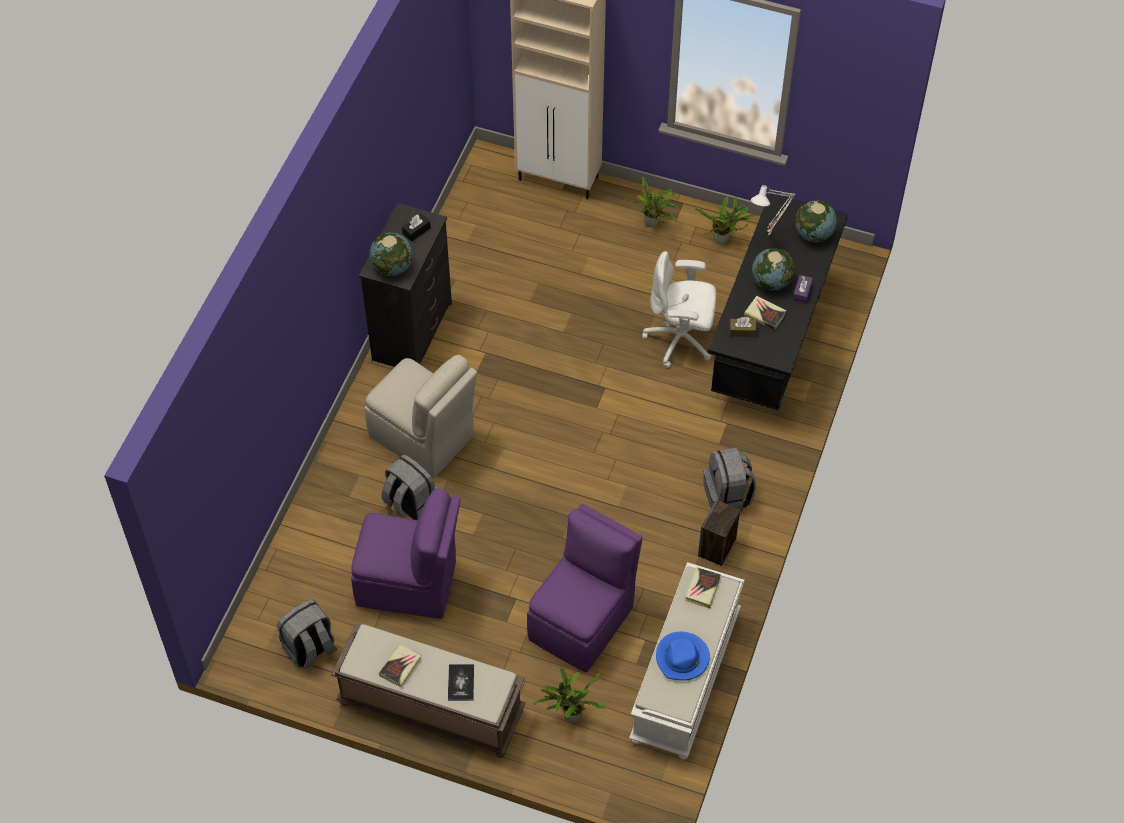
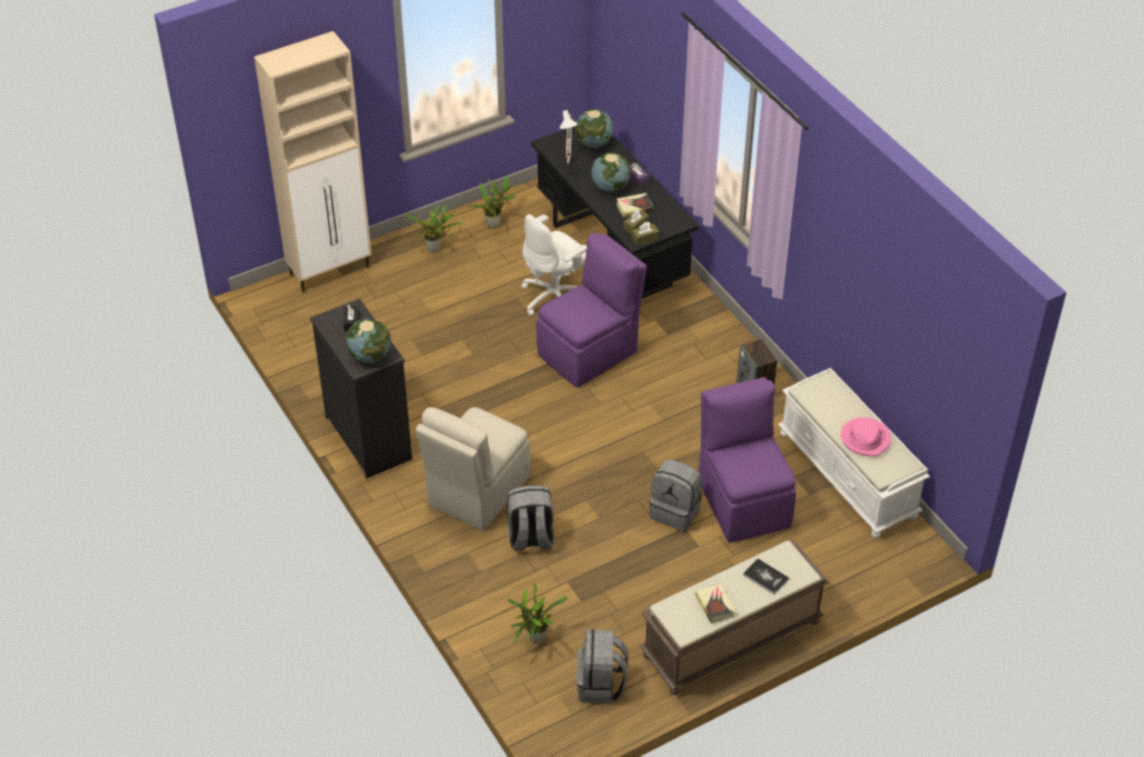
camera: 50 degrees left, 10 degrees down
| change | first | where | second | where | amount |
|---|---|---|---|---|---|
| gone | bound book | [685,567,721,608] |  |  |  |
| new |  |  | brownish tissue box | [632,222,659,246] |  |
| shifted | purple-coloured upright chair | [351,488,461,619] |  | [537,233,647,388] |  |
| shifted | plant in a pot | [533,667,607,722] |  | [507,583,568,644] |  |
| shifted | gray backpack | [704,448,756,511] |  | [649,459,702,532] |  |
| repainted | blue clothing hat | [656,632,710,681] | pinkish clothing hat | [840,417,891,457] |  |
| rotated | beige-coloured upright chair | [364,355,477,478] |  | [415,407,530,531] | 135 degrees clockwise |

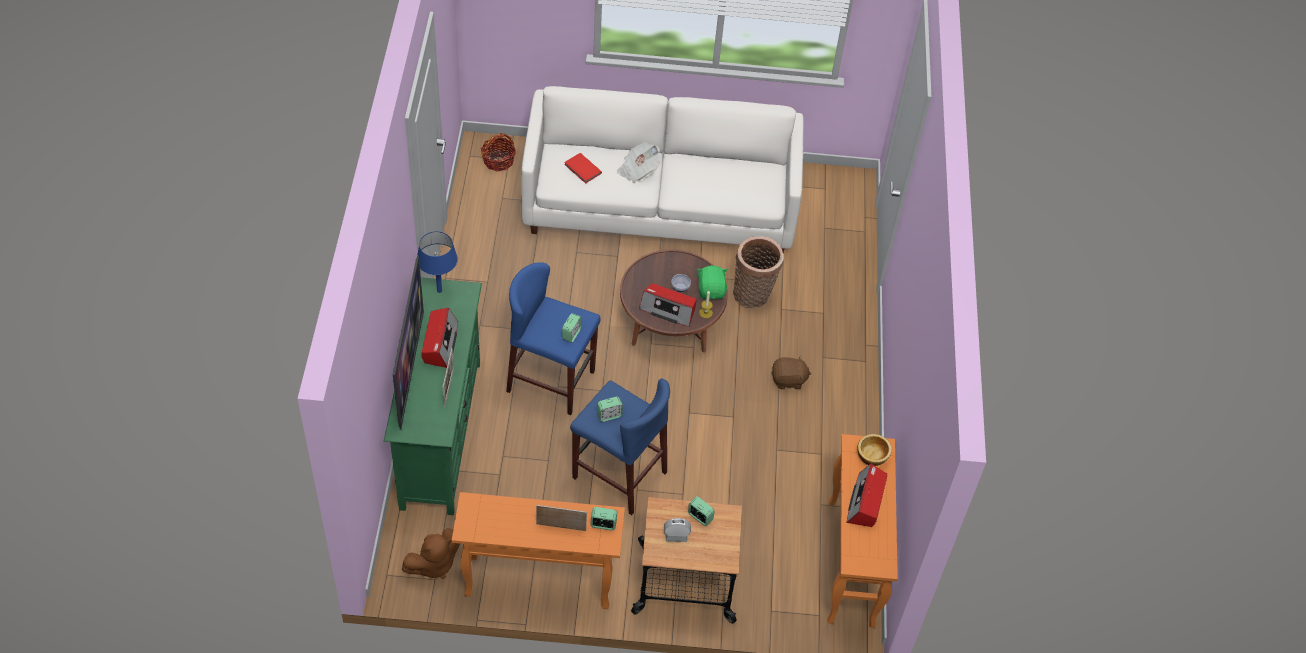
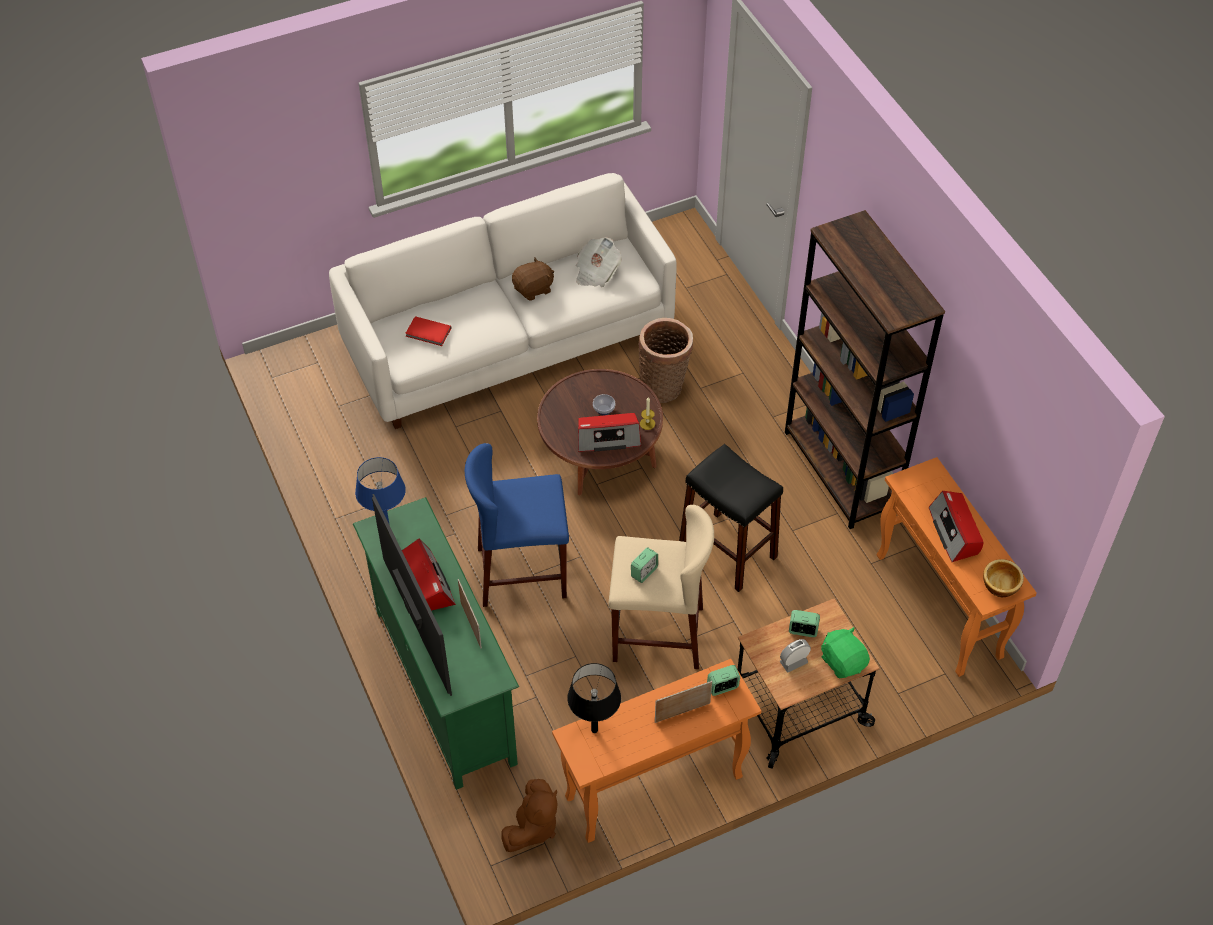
camera: 25 degrees left, 0 degrees up
| change | first | where | second | where | amount |
|---|---|---|---|---|---|
| gone | household basket | [481,133,516,172] |  |  |  |
| gone | bedside clock | [562,313,582,343] |  |  |  |
| new |  |  | black tabletop lamp | [567,663,621,733] |  |
| new |  |  | black sitting stool | [679,444,783,592] |  |
| new |  |  | brownish bookcase | [785,210,945,529] |  |
| shifted | daily paper | [617,142,660,183] |  | [576,237,622,287] |  |
| shifted | greenish cuddly toy | [697,265,728,299] |  | [821,627,870,678] |  |
| shifted | brownish cuddly toy | [771,355,811,389] |  | [512,257,554,301] |  |
| shifted | bowl | [857,434,892,466] |  | [983,559,1024,597] |  |
| repainted | blue sitting stool | [570,379,670,515] | beige-coloured sitting stool | [609,505,714,669] |  |

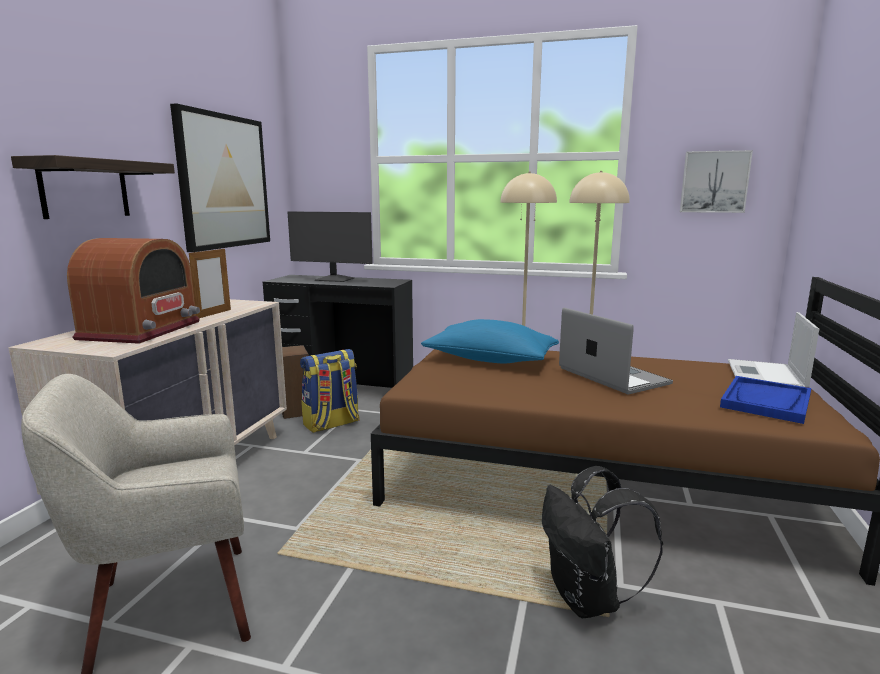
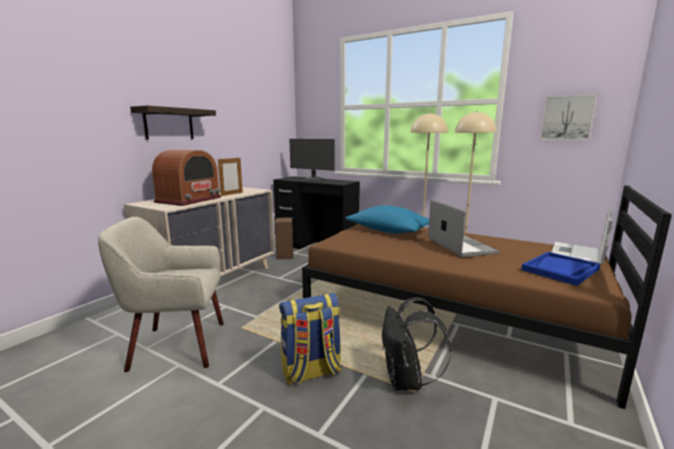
camera: 15 degrees right, 0 degrees up
| change | first | where | second | where | amount |
|---|---|---|---|---|---|
| gone | picture | [170,103,270,252] |  |  |  |
| shifted | backpack | [300,349,360,433] |  | [279,293,342,385] |  |

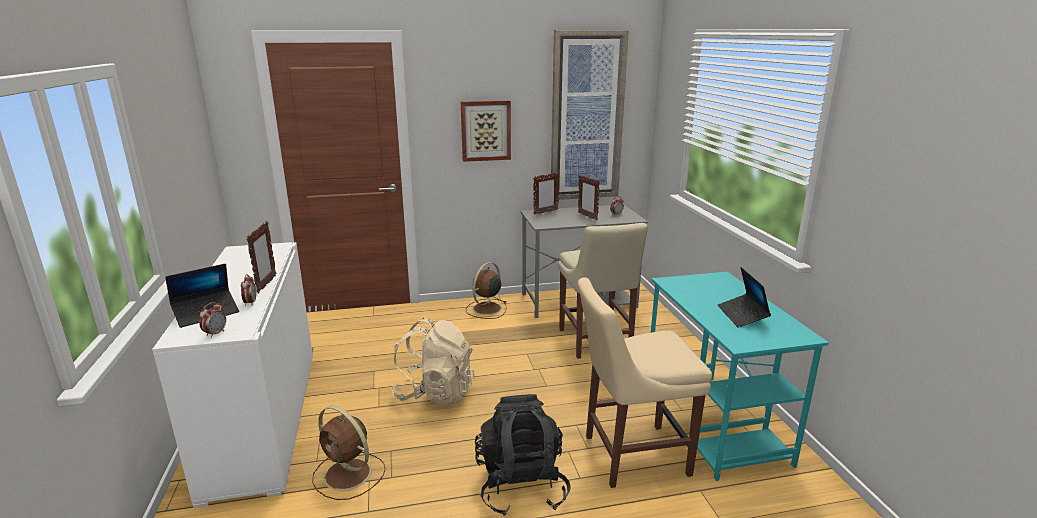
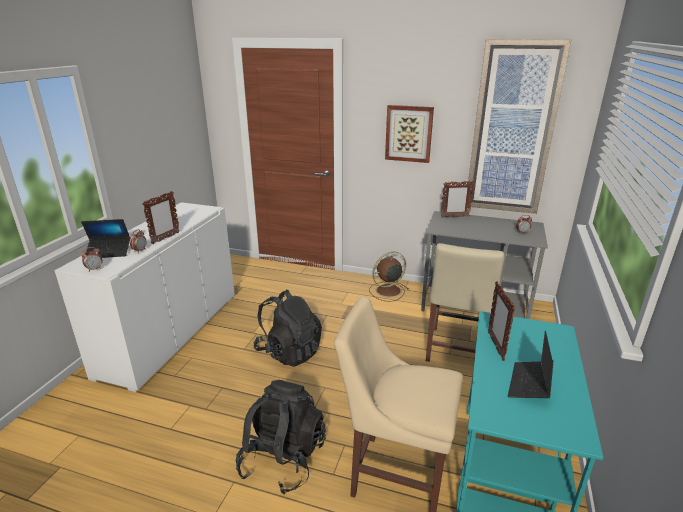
camera: 30 degrees right, 5 degrees up
| change | first | where | second | where | amount |
|---|---|---|---|---|---|
| gone | brownish cooling fan | [312,406,385,500] |  |  |  |
| shifted | standing frame | [578,175,600,220] |  | [488,281,515,361] |  |
| repainted | beige-coloured backpack | [390,318,475,405] | black backpack | [253,290,322,367] |  |

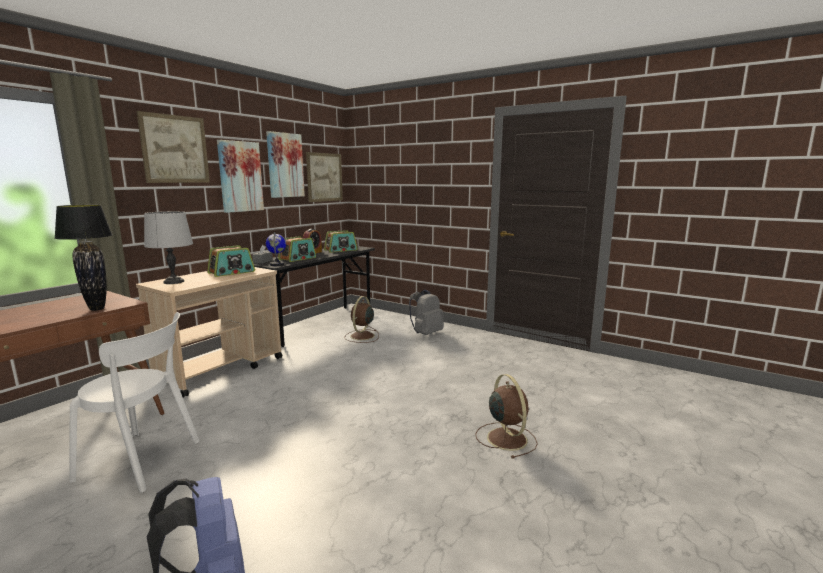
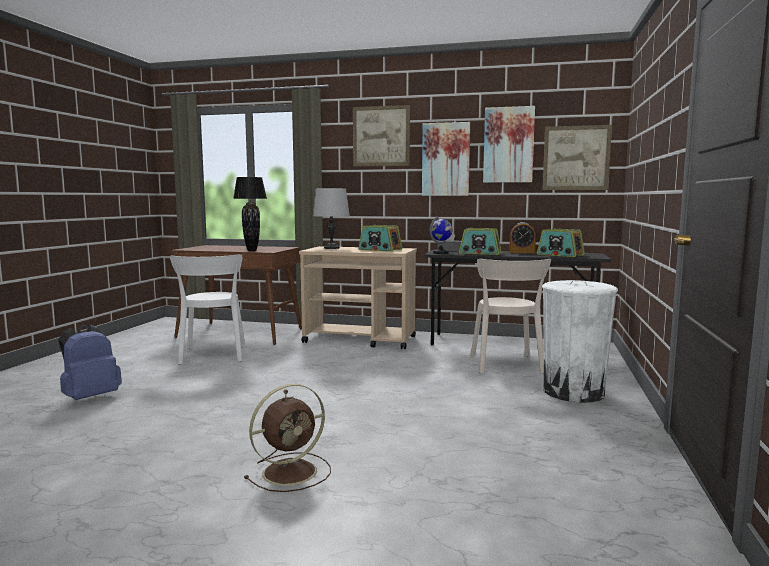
camera: 70 degrees right, 5 degrees down
| change | first | where | second | where | amount |
|---|---|---|---|---|---|
| swapped | brownish cooling fan | [344,296,379,343] | beige-coloured upright chair | [471,259,551,373] |  |
| swapped | gray backpack | [409,290,444,335] | whitish trash can | [542,280,618,403] |  |

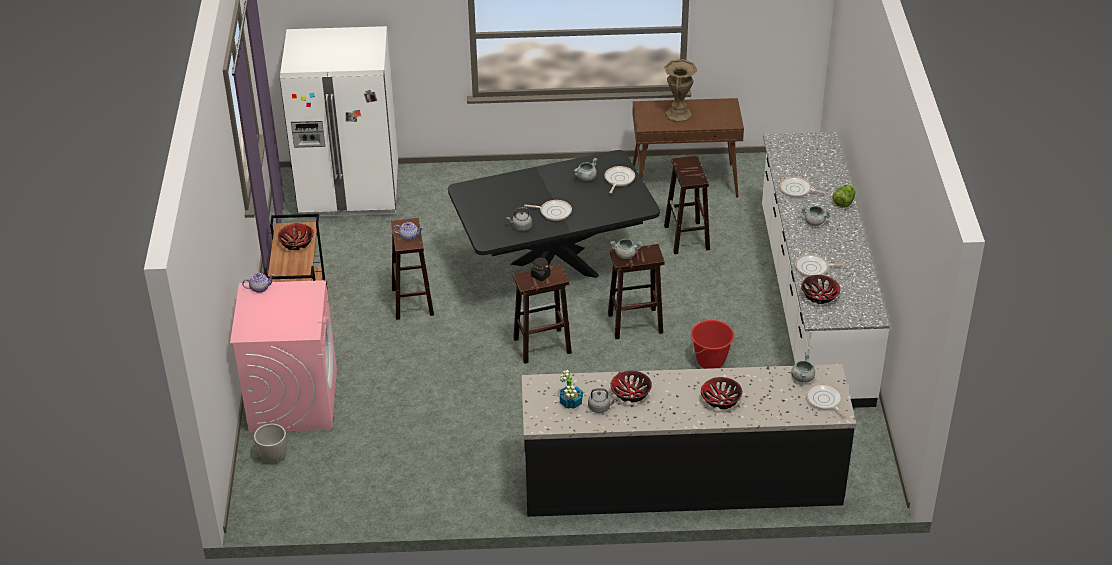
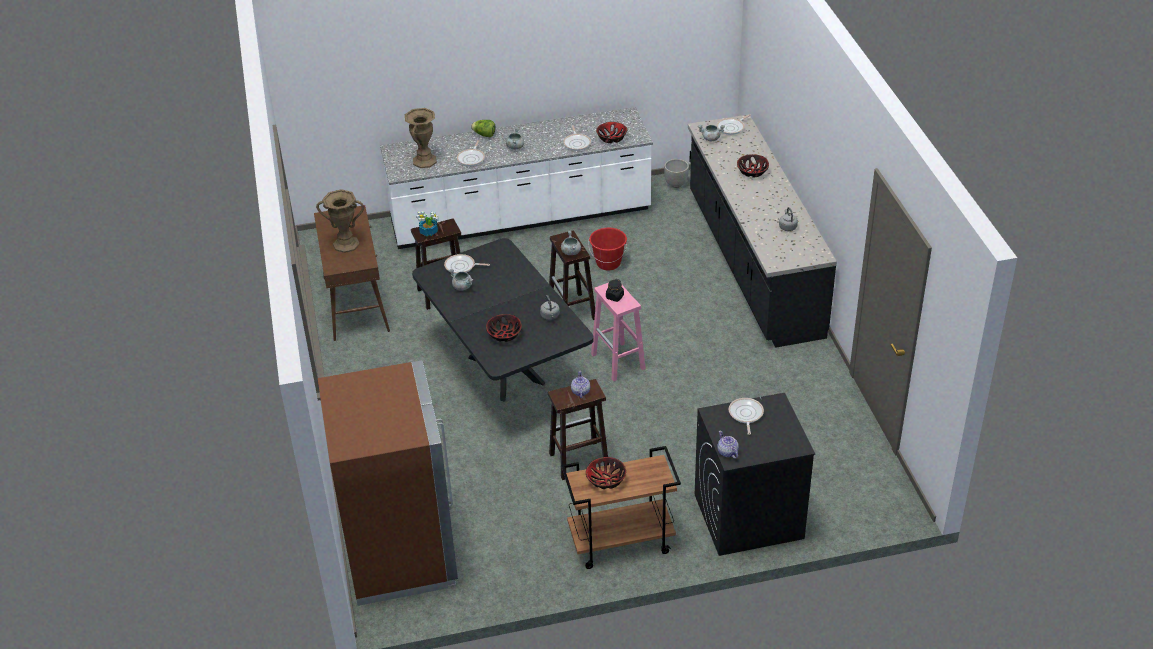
camera: 100 degrees left, 0 degrees up
| change | first | where | second | where | amount |
|---|---|---|---|---|---|
| new |  |  | brownish vase | [405,108,437,168] |  |
| shifted | gray planter | [254,424,287,461] |  | [664,159,689,188] |  |
| shifted | skillet | [524,200,572,221] |  | [729,398,764,435] |  |
| shifted | plant in a pot | [560,370,583,409] |  | [416,211,438,237] |  |
| shifted | bowl | [610,371,652,403] |  | [486,314,522,342] |  |
| repainted | pinkish washing machine | [230,280,337,433] | black washing machine | [695,393,815,556] |  |
| repainted | whitish refrigerator | [280,26,399,218] | brownish refrigerator | [318,360,458,606] |  |
| repainted | brownish sitting stool | [513,264,572,364] | pinkish sitting stool | [591,283,646,381] |  |

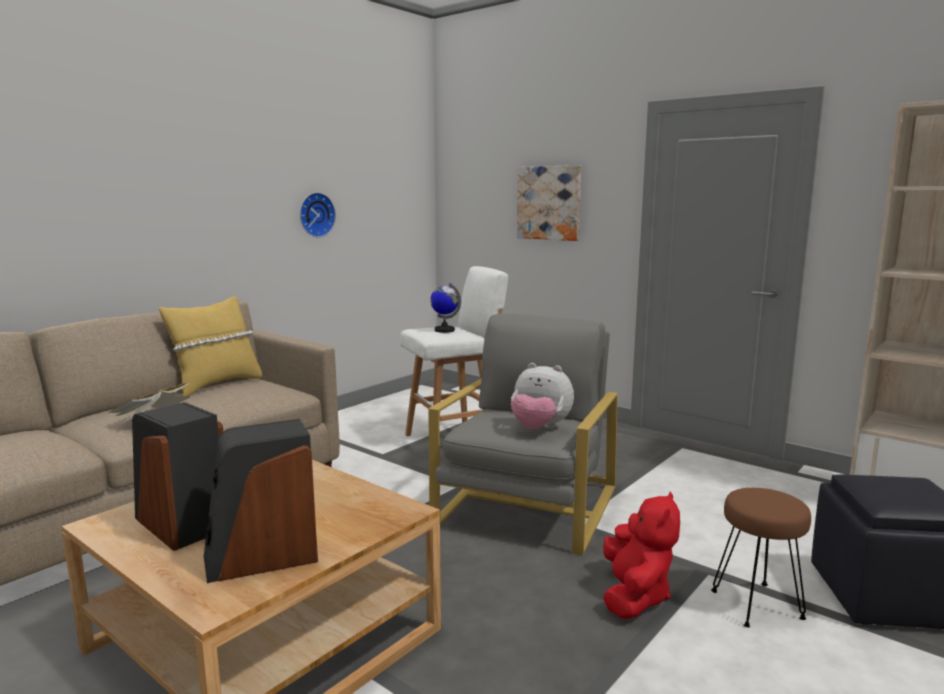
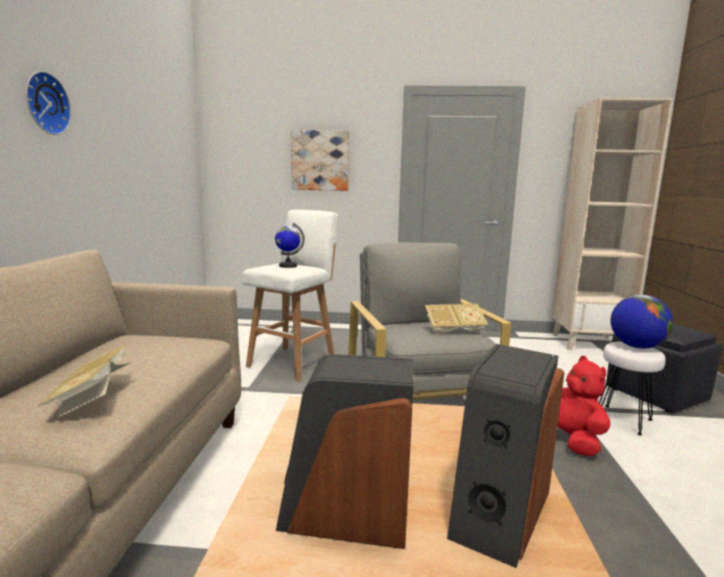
camera: 35 degrees left, 0 degrees up
| change | first | where | second | where | amount |
|---|---|---|---|---|---|
| gone | yellow cushion | [159,296,262,397] |  |  |  |
| new |  |  | world globe | [611,295,674,349] |  |
| shifted | wall clock | [300,192,336,237] |  | [26,71,71,135] |  |
| swapped | cuddly toy | [511,363,574,429] | bound book | [425,304,488,335] |  |
| repainted | brownish sitting stool | [711,488,811,627] | whitish sitting stool | [599,342,666,435] |  |

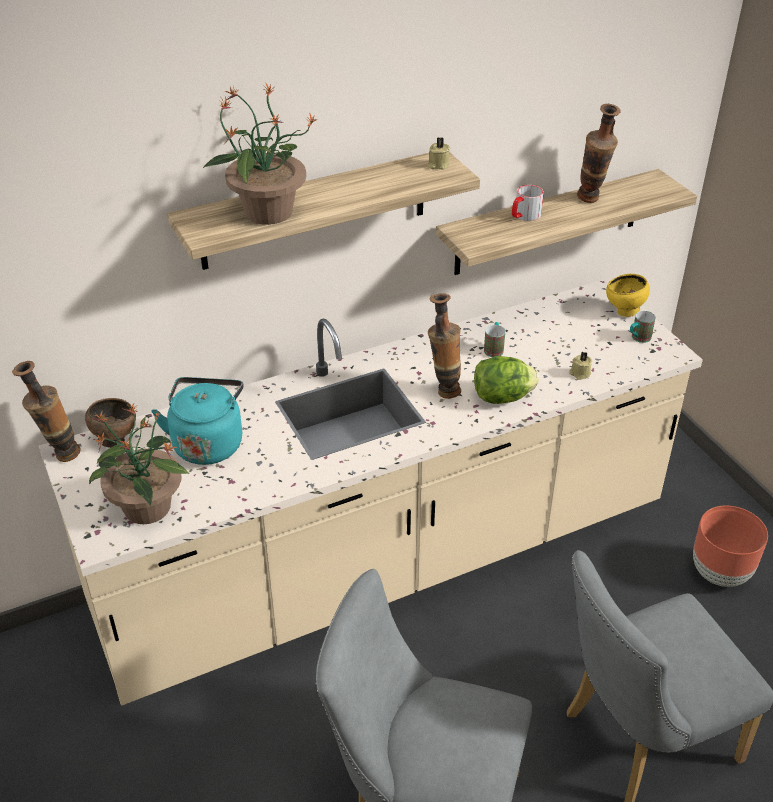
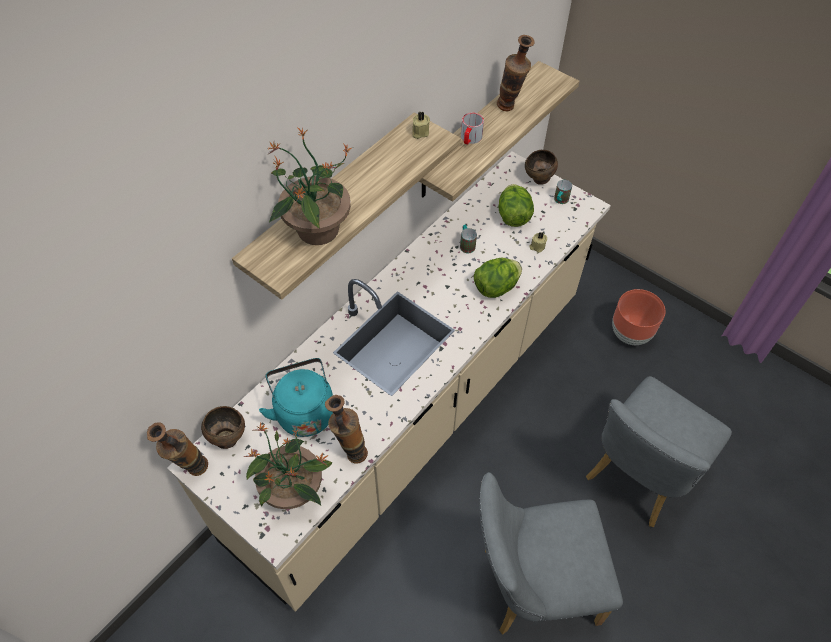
camera: 25 degrees left, 15 degrees up
| change | first | where | second | where | amount |
|---|---|---|---|---|---|
| new |  |  | head of lettuce | [498,184,534,227] |  |
| shifted | vase | [428,293,461,399] |  | [325,395,368,464] |  |
| repainted | yellow bowl | [606,274,650,317] | brownish bowl | [525,150,558,185] |  |

